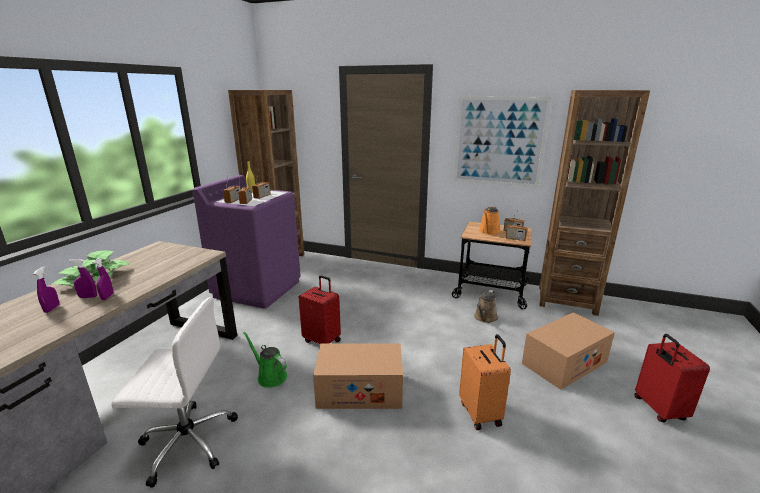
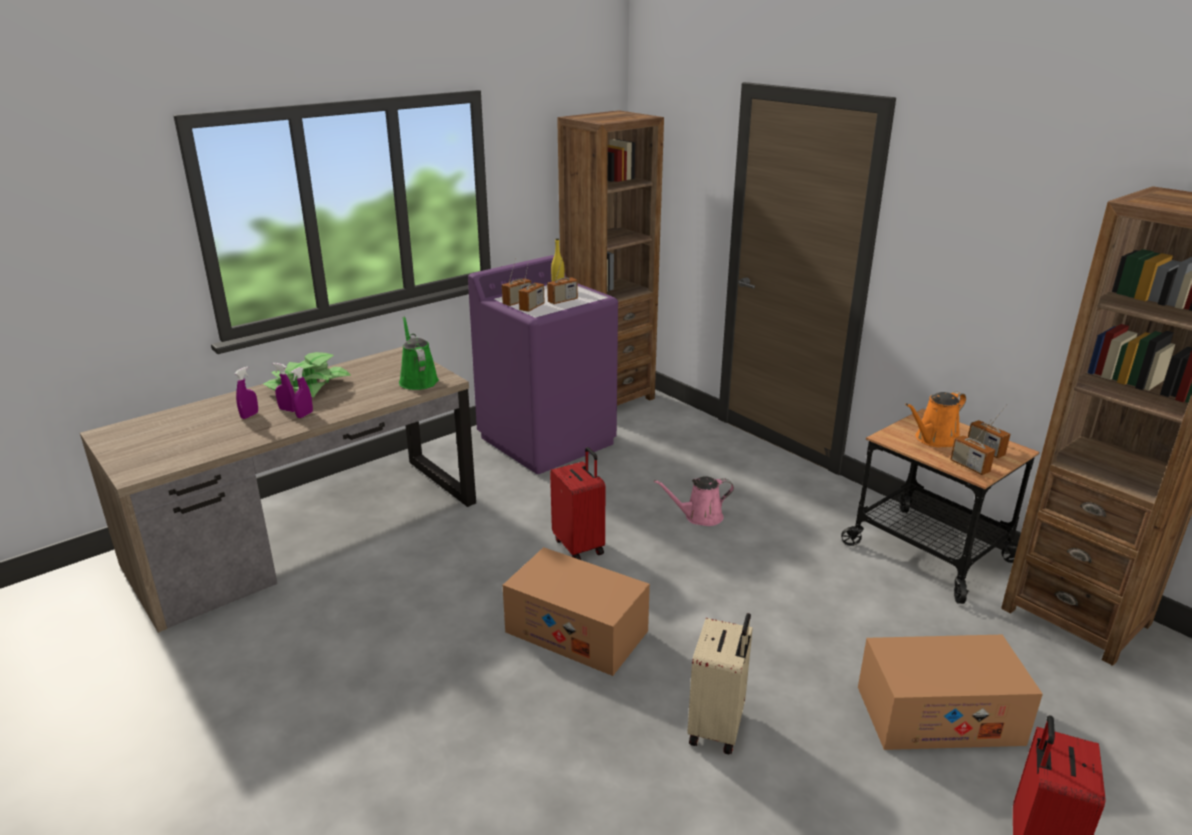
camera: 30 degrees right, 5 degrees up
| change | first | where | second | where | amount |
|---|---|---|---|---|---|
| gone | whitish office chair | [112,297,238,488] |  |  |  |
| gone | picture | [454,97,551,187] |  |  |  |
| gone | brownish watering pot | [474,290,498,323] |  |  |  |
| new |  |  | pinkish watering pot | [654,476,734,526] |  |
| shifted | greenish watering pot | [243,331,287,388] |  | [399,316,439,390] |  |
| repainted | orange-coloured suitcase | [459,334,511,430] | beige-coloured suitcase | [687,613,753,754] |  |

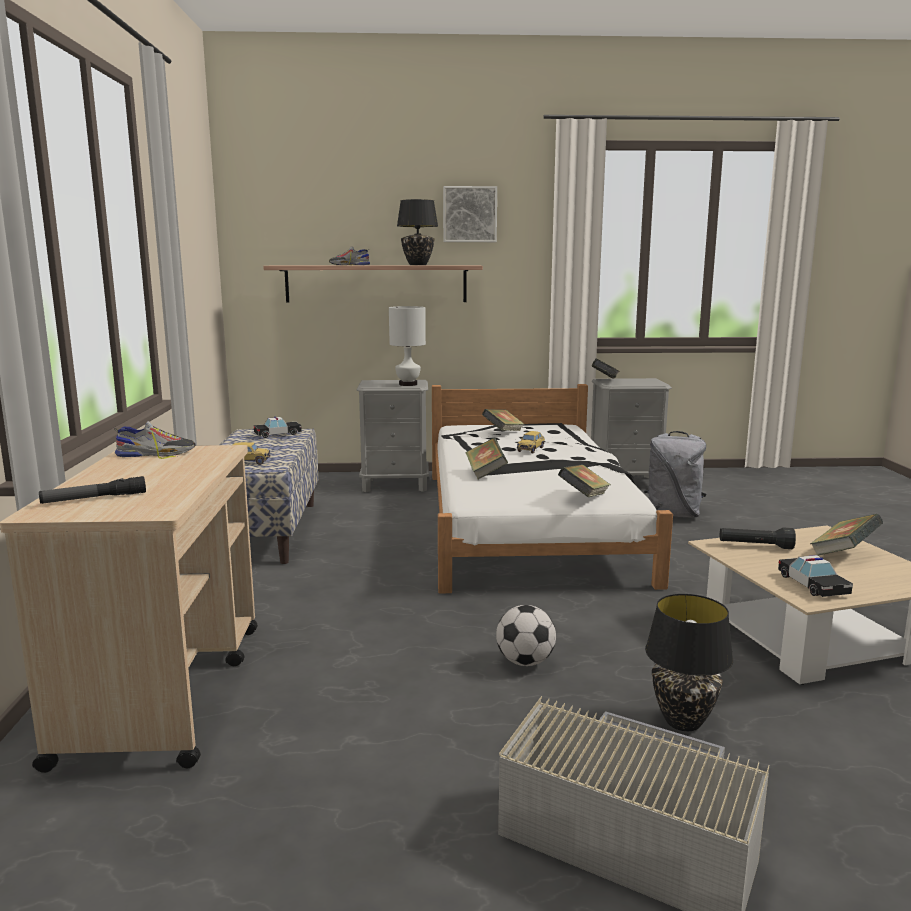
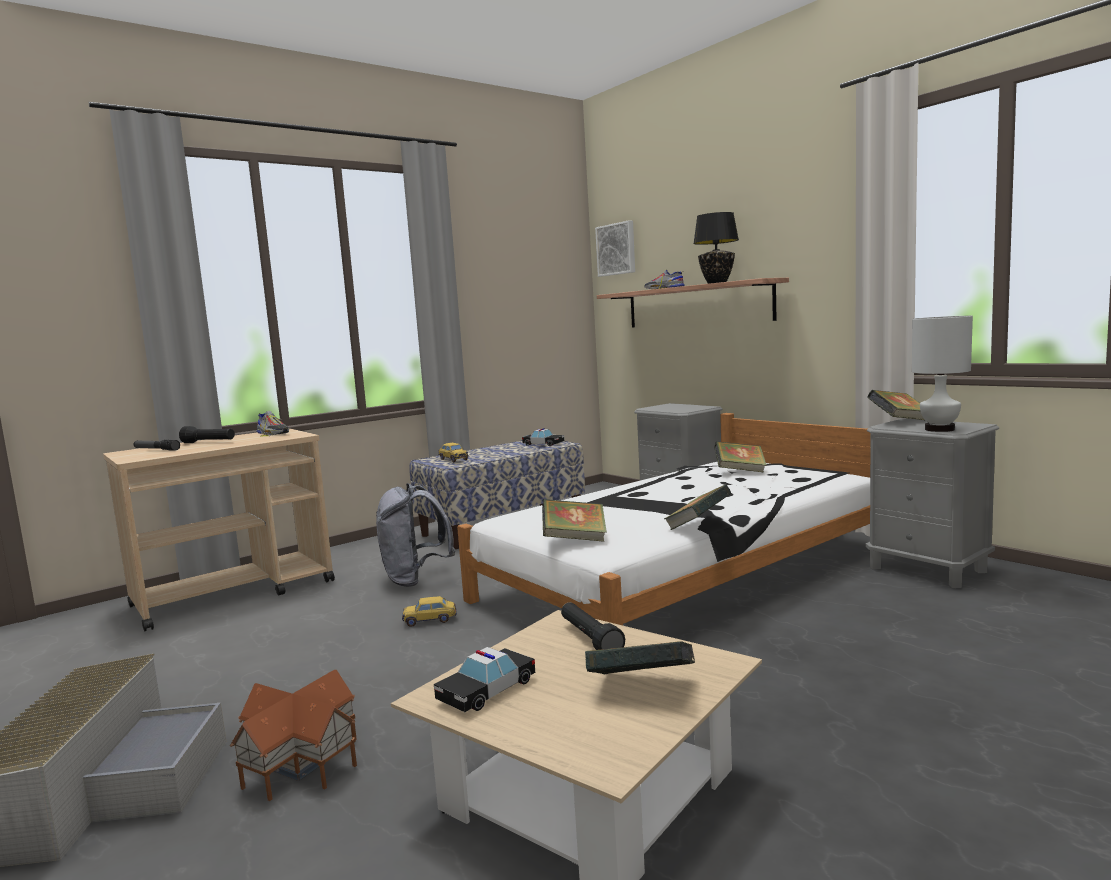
camera: 55 degrees right, 5 degrees down
| change | first | where | second | where | amount |
|---|---|---|---|---|---|
| gone | ball for football | [496,605,556,666] |  |  |  |
| new |  |  | black hand torch | [179,426,235,443] |  |
| shifted | whitish tabletop lamp | [389,306,426,386] |  | [912,316,973,432] |  |
| shifted | picture | [443,186,497,242] |  | [595,220,635,277] |  |
| shifted | bound book | [465,438,508,479] |  | [664,485,731,530] |  |
| shifted | miniature car | [517,431,545,453] |  | [402,596,457,627] |  |
| shifted | gray backpack | [644,431,707,517] |  | [376,483,455,587] |  |
| swapped | black tabletop lamp | [645,594,733,731] | model house | [230,670,357,801] |  |

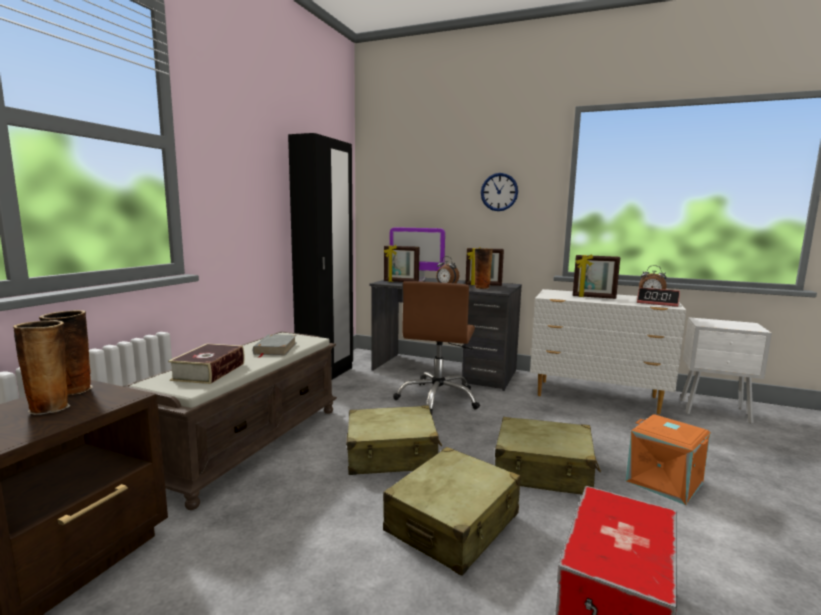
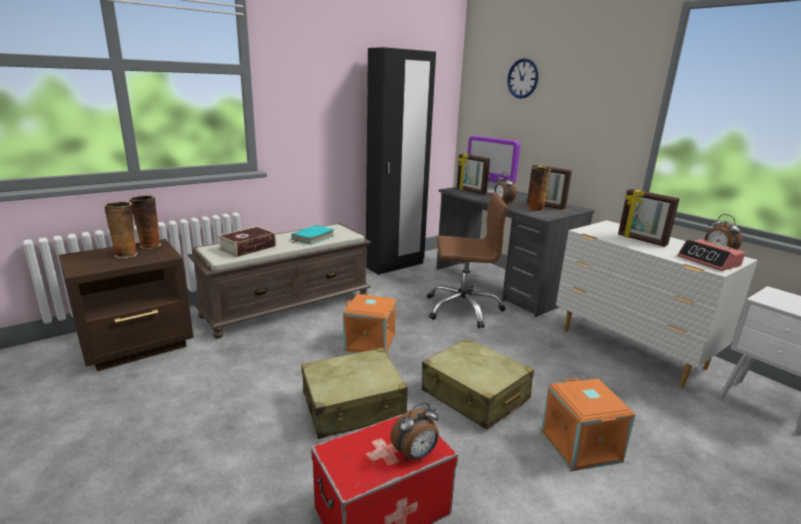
camera: 30 degrees right, 10 degrees up
| change | first | where | second | where | amount |
|---|---|---|---|---|---|
| new |  |  | bedside clock | [390,402,439,461] |  |
| shifted | wall clock | [481,173,518,211] |  | [507,58,538,99] |  |
| swapped | beige-coloured suitcase | [346,405,442,475] | orange-coloured storage container | [343,294,397,354] |  |
| repainted | gray bound book | [253,334,297,358] | blue-green bound book | [291,225,335,245] |  |
| rotated | brownish office chair | [393,281,480,415] |  | [427,192,508,328] | 135 degrees counterclockwise |

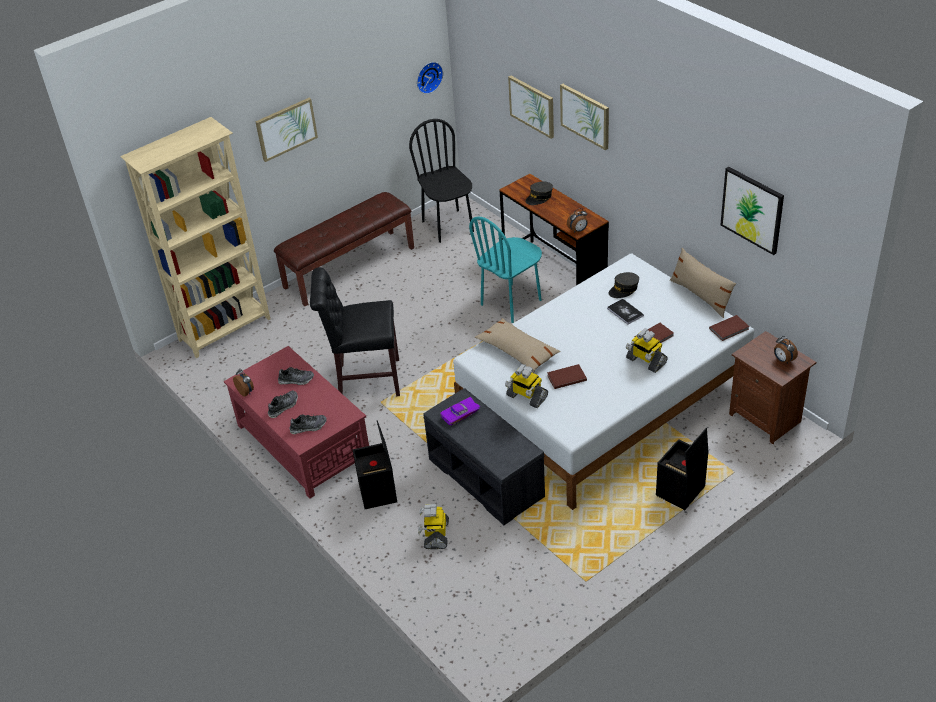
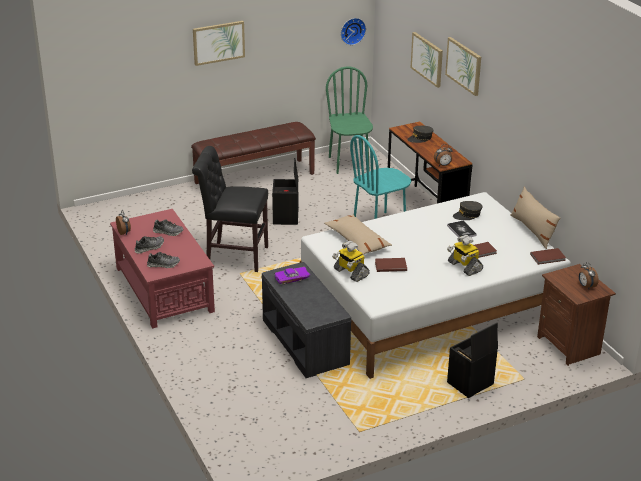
camera: 10 degrees right, 10 degrees down
| change | first | where | second | where | amount |
|---|---|---|---|---|---|
| gone | beige-coloured bookcase | [120,117,270,358] |  |  |  |
| gone | robot figure | [418,504,449,549] |  |  |  |
| gone | picture | [720,167,784,255] |  |  |  |
| shifted | black storage container | [353,421,397,509] |  | [272,158,298,225] |  |
| repainted | black upright chair | [409,119,474,243] | greenish upright chair | [326,66,373,174] |  |

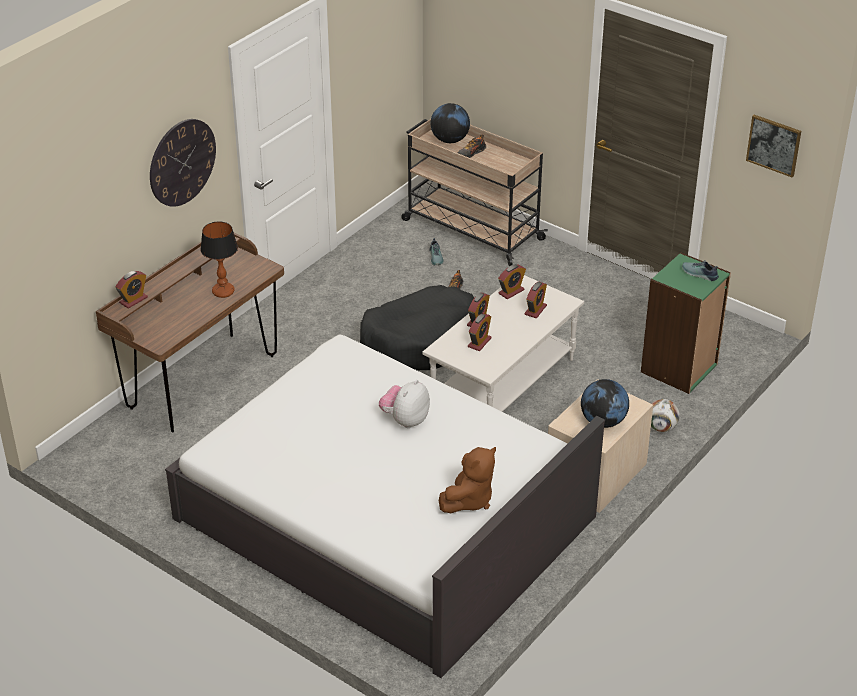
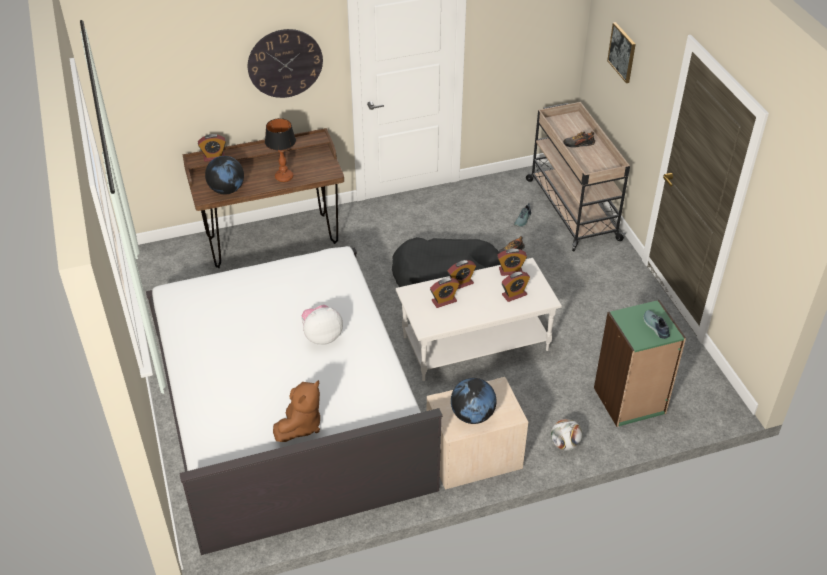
camera: 35 degrees right, 5 degrees up
| change | first | where | second | where | amount |
|---|---|---|---|---|---|
| shifted | world globe | [431,103,470,143] |  | [205,156,244,194] |  |
| shifted | picture | [746,115,801,177] |  | [607,22,636,83] |  |
| rotated | brownish cuddly toy | [439,447,496,513] |  | [273,380,320,442] | 45 degrees counterclockwise |

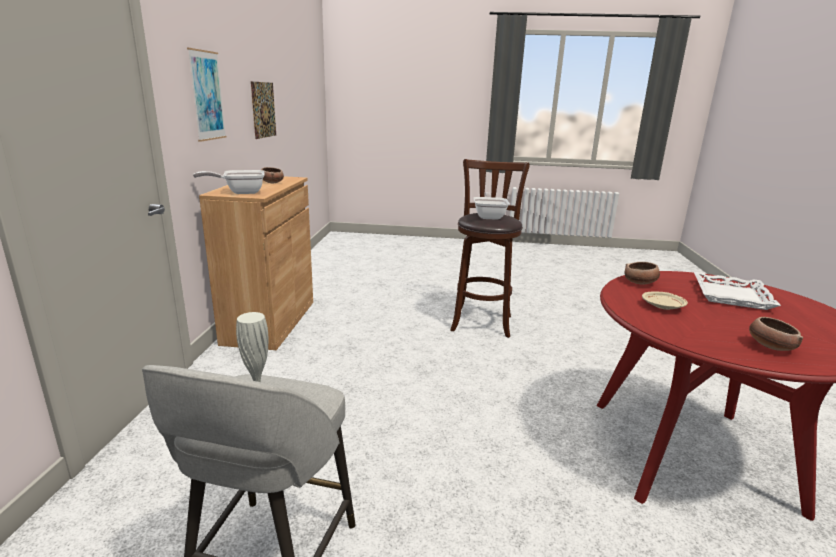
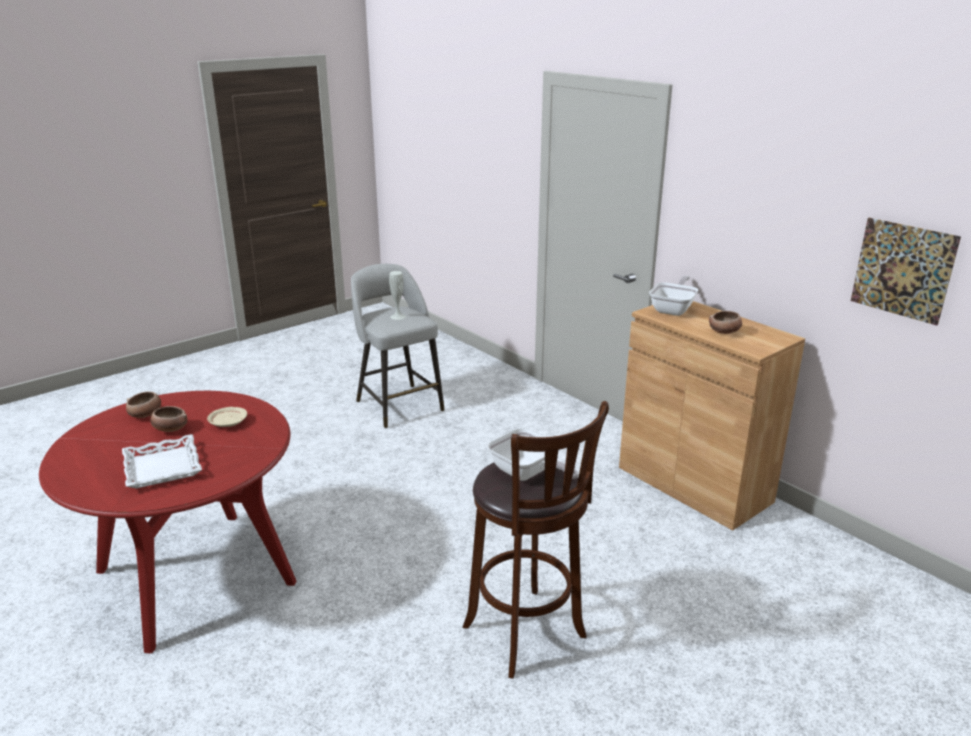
camera: 135 degrees right, 5 degrees up
| change | first | where | second | where | amount |
|---|---|---|---|---|---|
| gone | picture | [187,48,227,142] |  |  |  |
| shifted | bowl | [624,262,660,285] |  | [150,406,187,432] |  |

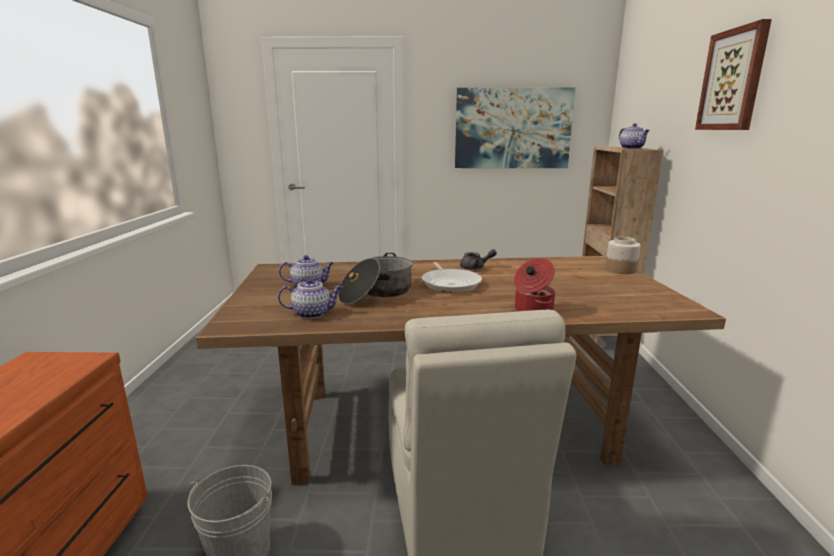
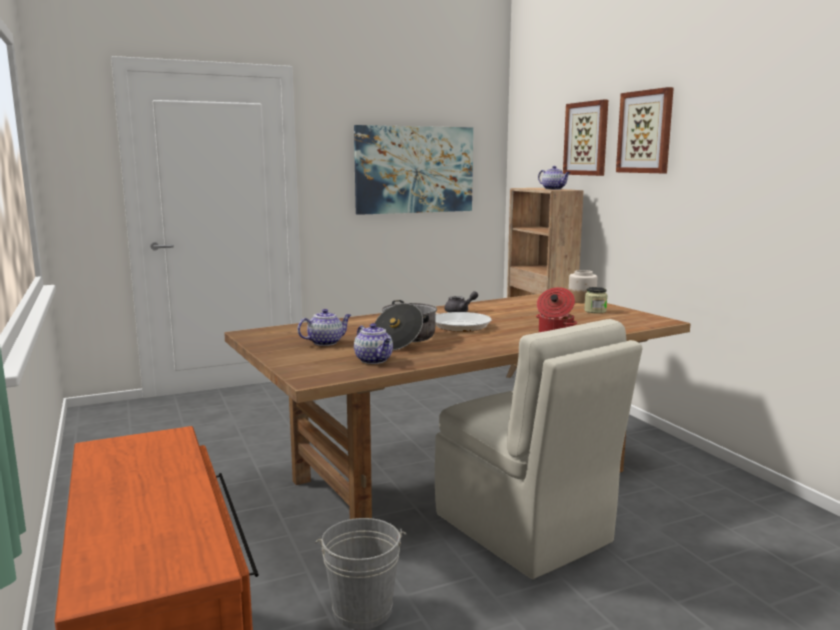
camera: 25 degrees left, 5 degrees down
| change | first | where | second | where | amount |
|---|---|---|---|---|---|
| new |  |  | picture | [563,100,608,176] |  |
| new |  |  | preserve jar | [584,287,607,313] |  |
| rotated | pot for tea | [278,278,343,319] |  | [354,323,393,364] | 90 degrees clockwise |

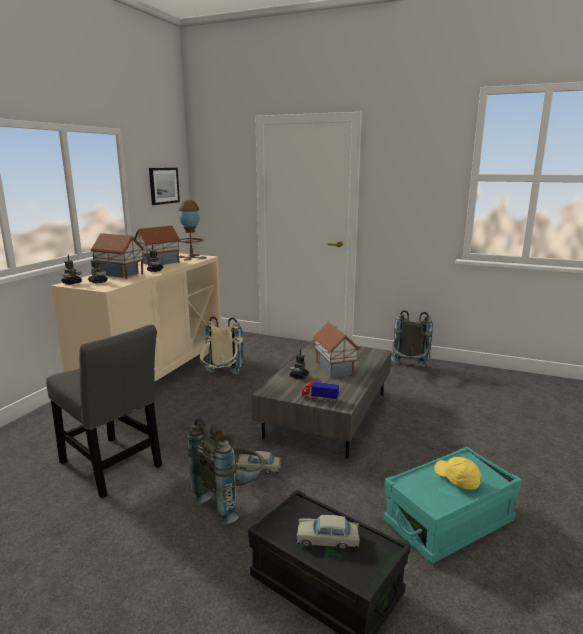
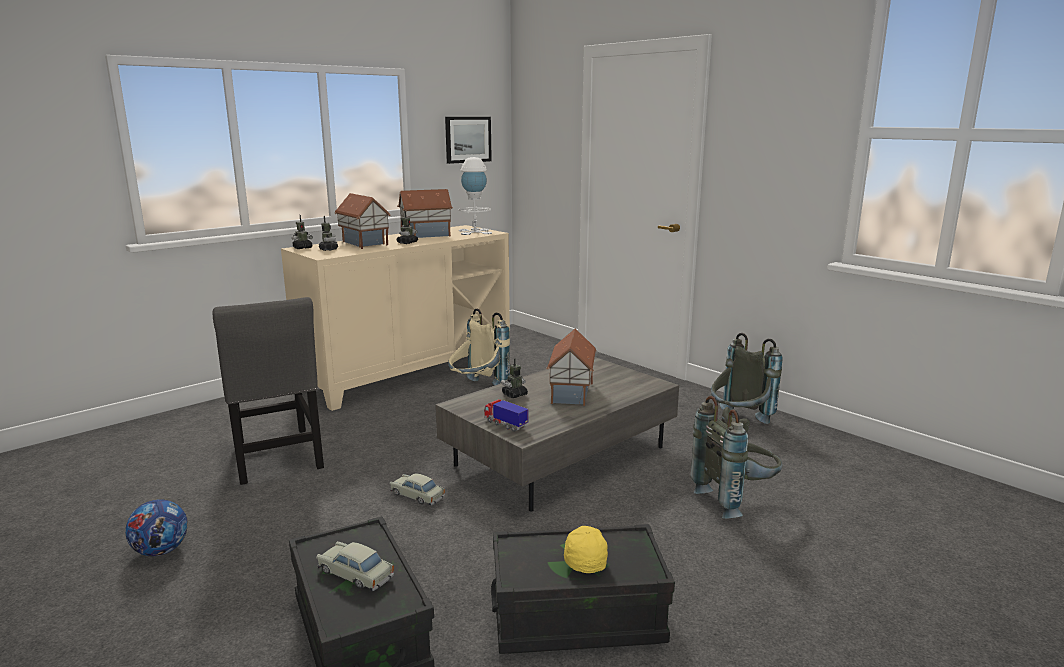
camera: 25 degrees right, 0 degrees up
| change | first | where | second | where | amount |
|---|---|---|---|---|---|
| new |  |  | ball for football | [125,499,188,556] |  |
| shifted | gray backpack | [187,418,265,525] |  | [691,396,782,519] |  |
| repainted | brownish tabletop lamp | [178,200,207,261] | whitish tabletop lamp | [459,157,492,235] |  |
| repainted | blue-green storage container | [383,446,522,564] | black storage container | [491,524,675,654] |  |

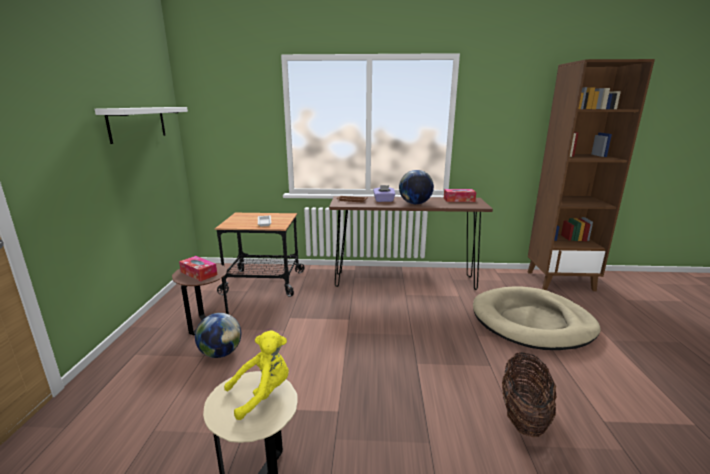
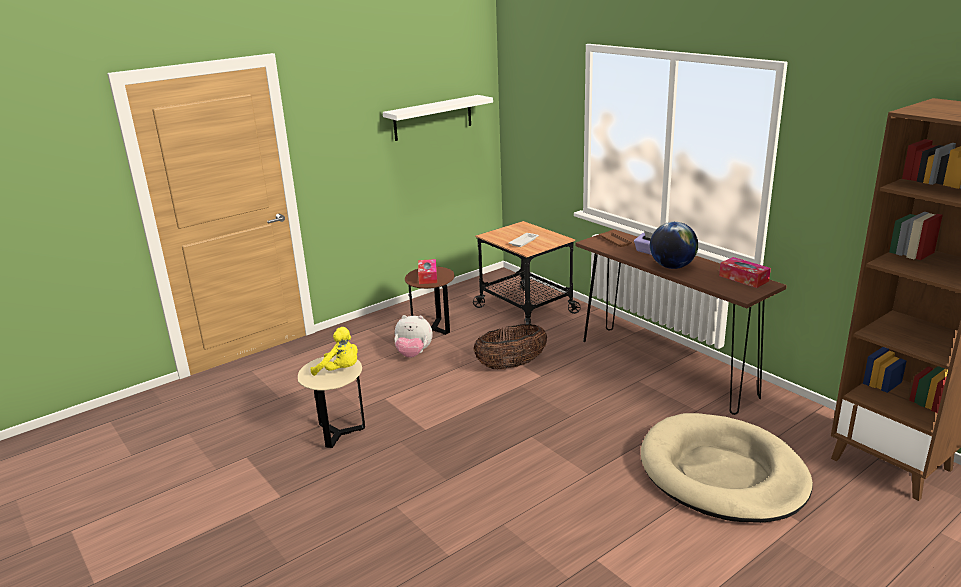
camera: 50 degrees right, 5 degrees up
| change | first | where | second | where | amount |
|---|---|---|---|---|---|
| shifted | household basket | [502,352,557,437] |  | [473,324,547,369] |  |
| swapped | world globe | [195,313,241,358] | cuddly toy | [394,315,433,358] |  |

